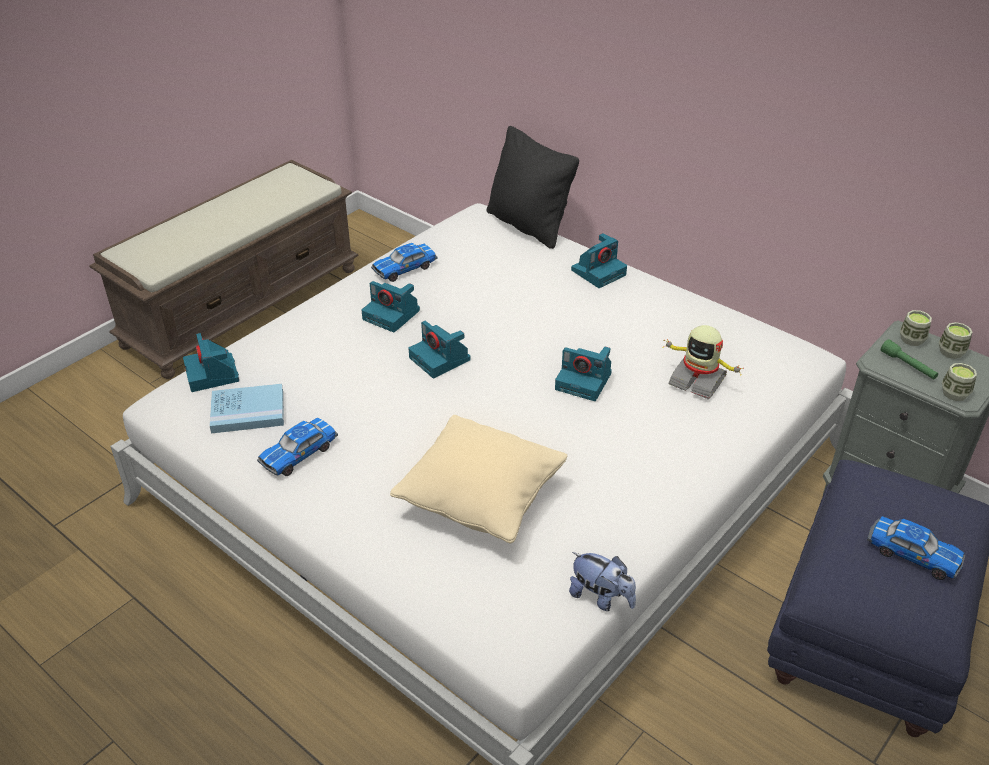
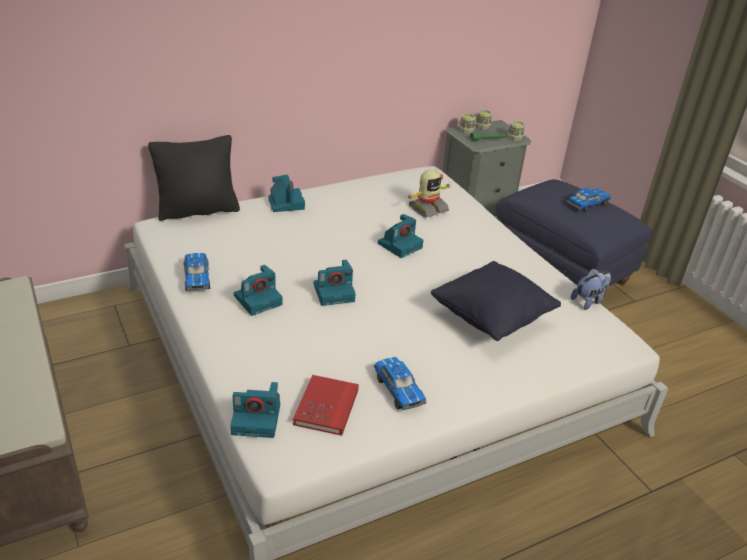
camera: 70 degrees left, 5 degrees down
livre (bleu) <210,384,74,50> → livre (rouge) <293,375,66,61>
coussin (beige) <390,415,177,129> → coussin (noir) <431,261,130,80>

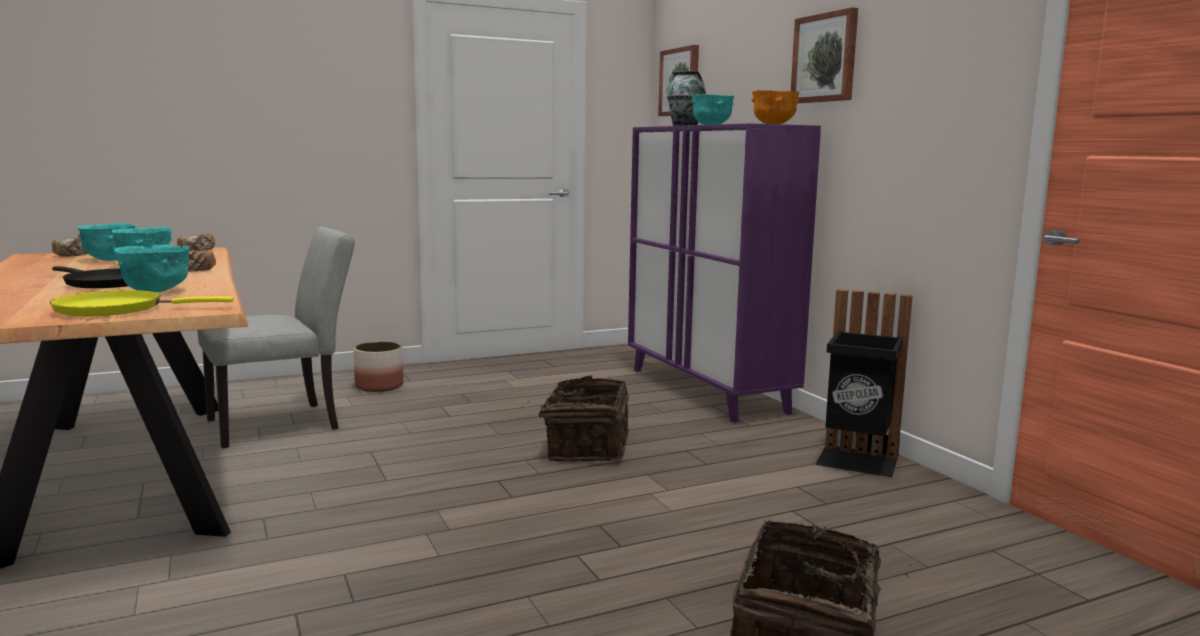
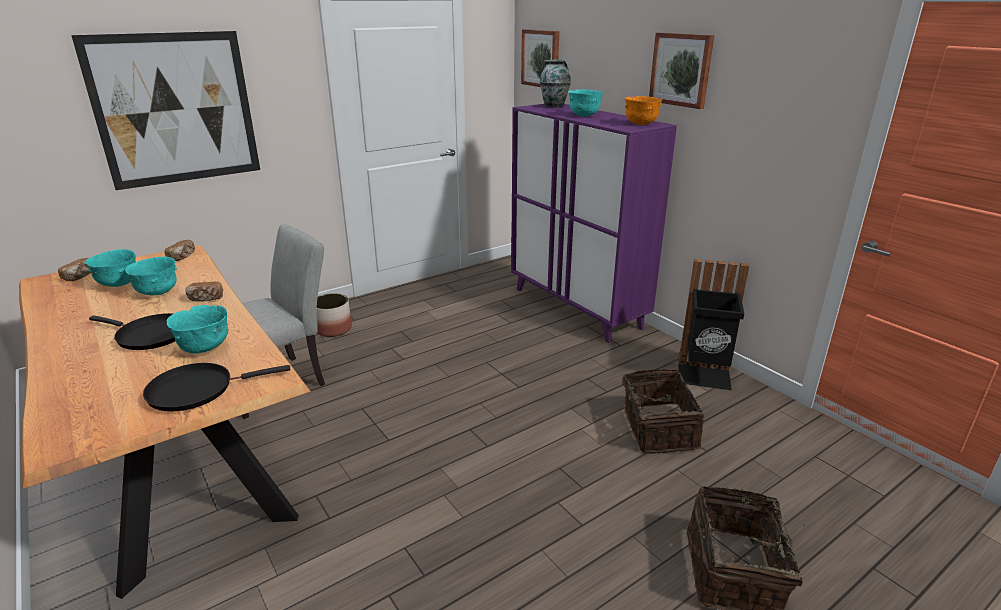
camera: 10 degrees left, 15 degrees up
- → tableau <71,31,189,159>
panier <522,375,107,87> → panier <620,369,84,85>, relocated
poêle (jaune) <50,290,184,26> → poêle (noir) <143,363,147,49>

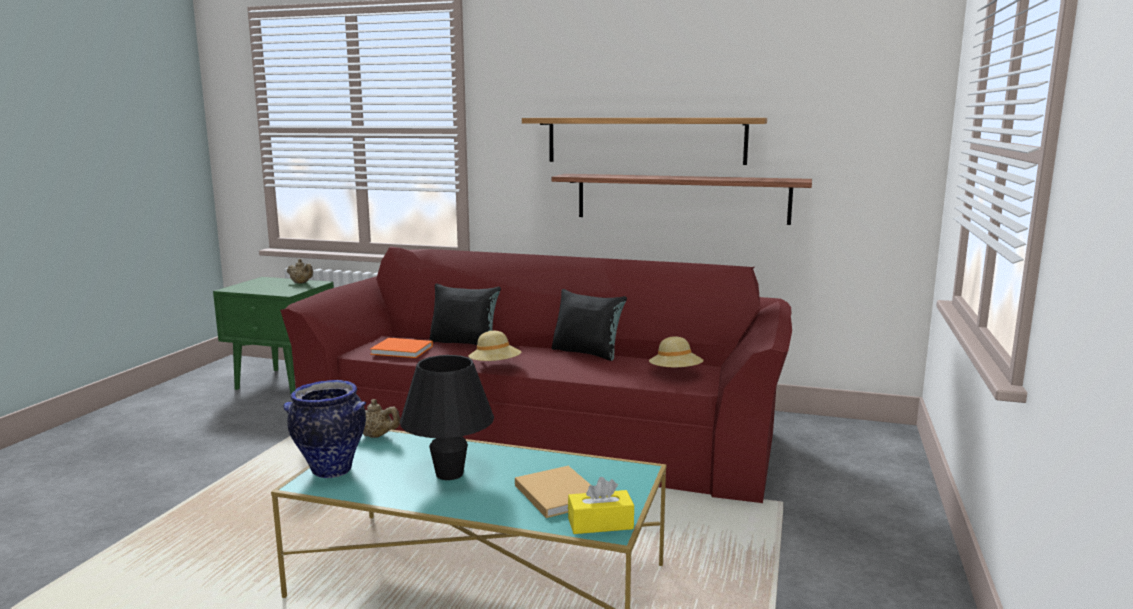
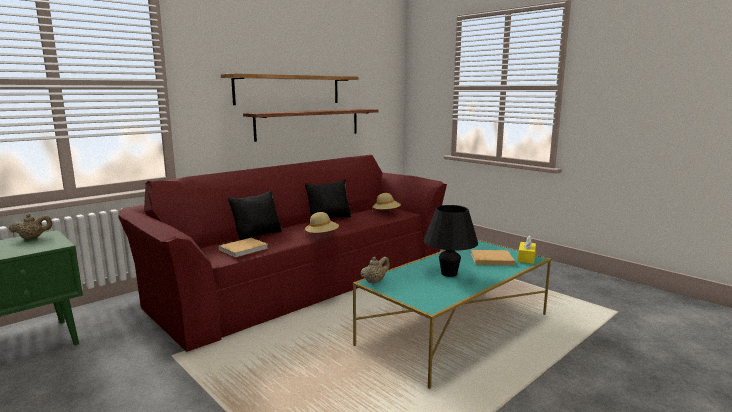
camera: 60 degrees left, 0 degrees up
vase <284,380,82,98> → -
livre (orange) <370,338,63,20> → livre (beige) <218,238,50,20>

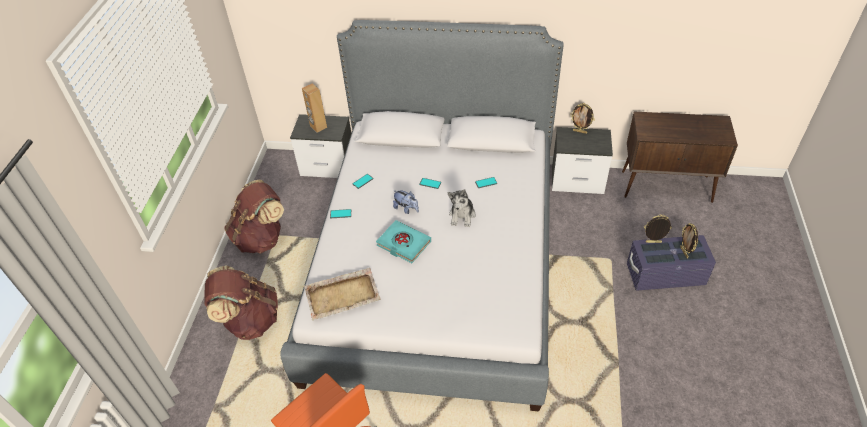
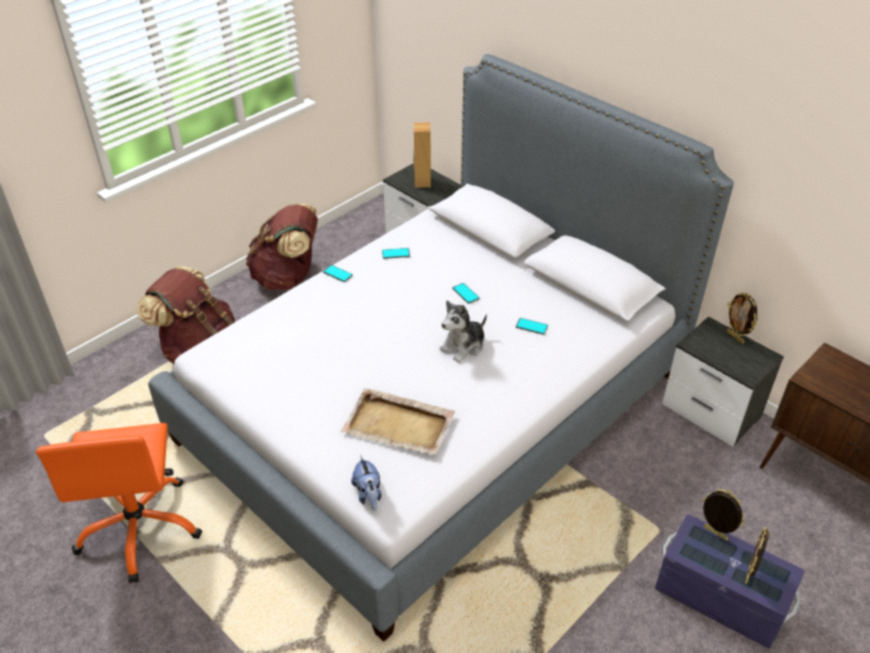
camera: 35 degrees right, 5 degrees down
livre (turquoise) <376,220,55,43> → -
plateau (beige) <304,268,77,53> → plateau (beige) <341,388,114,67>, relocated
peluche <393,190,26,24> → peluche <351,456,31,55>, relocated

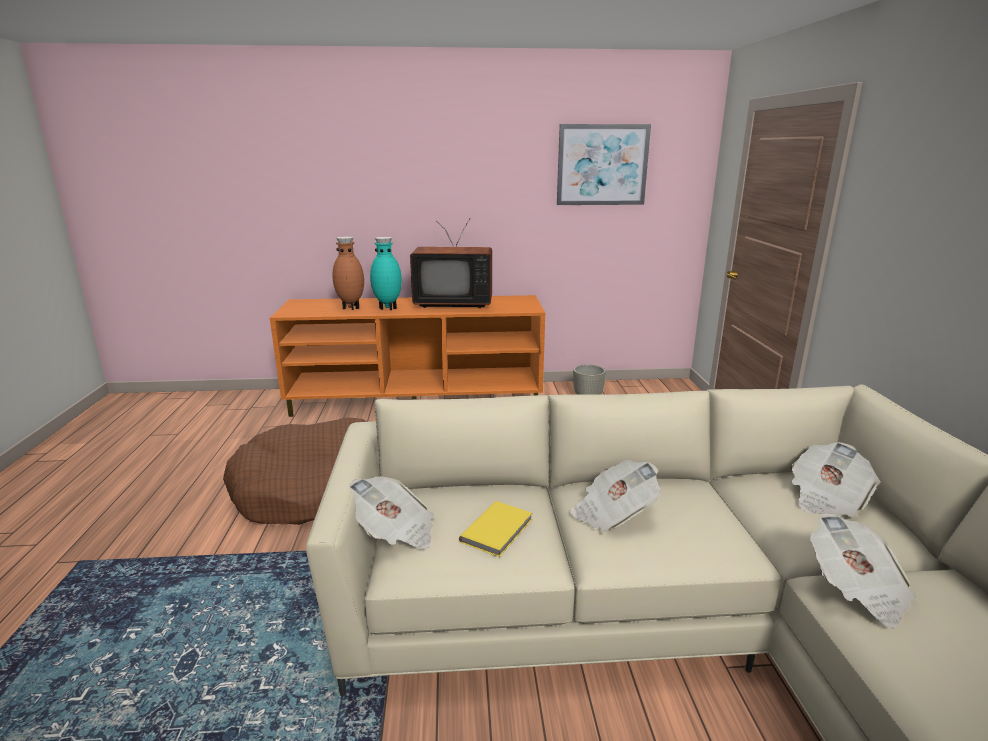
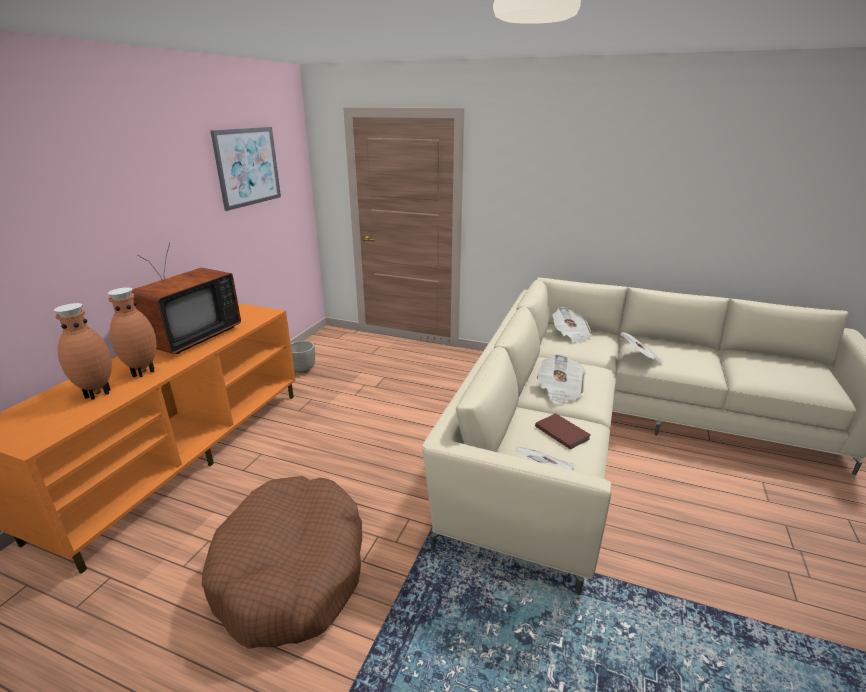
camera: 65 degrees left, 5 degrees up
vase (turquoise) <370,237,32,73> → vase (marron) <107,287,50,90>
livre (jaune) <459,501,73,56> → livre (marron) <535,413,56,37>

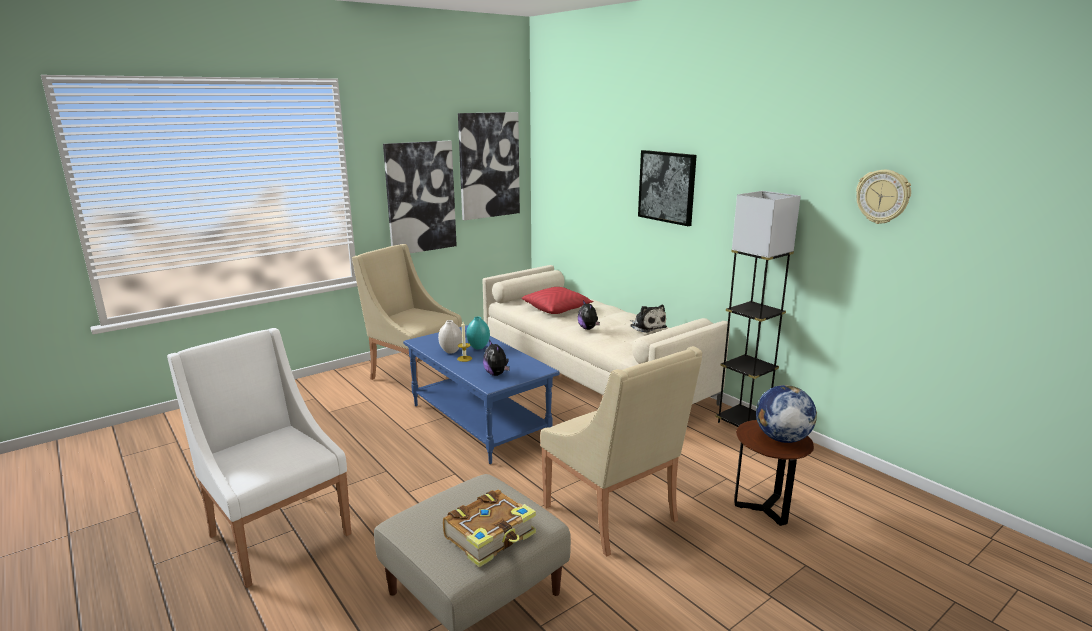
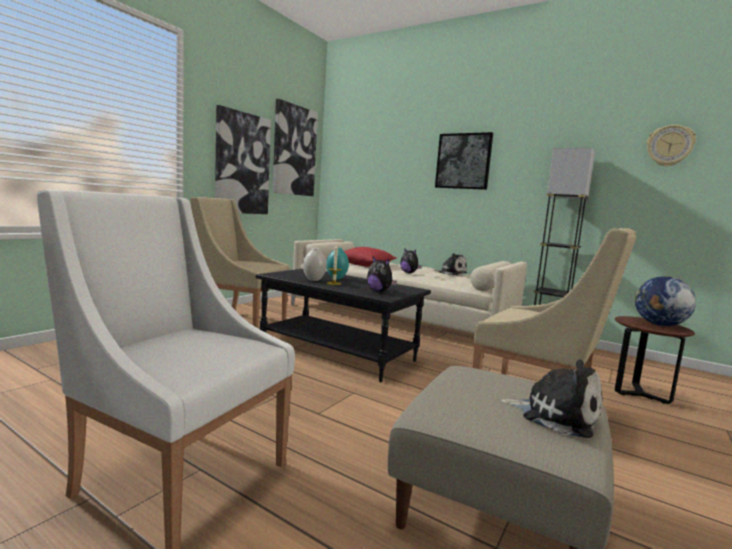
camera: 20 degrees left, 10 degrees down
livre <443,489,93,78> → peluche <499,360,104,78>
table basse (bleu) <403,325,157,139> → table basse (noir) <256,269,175,113>

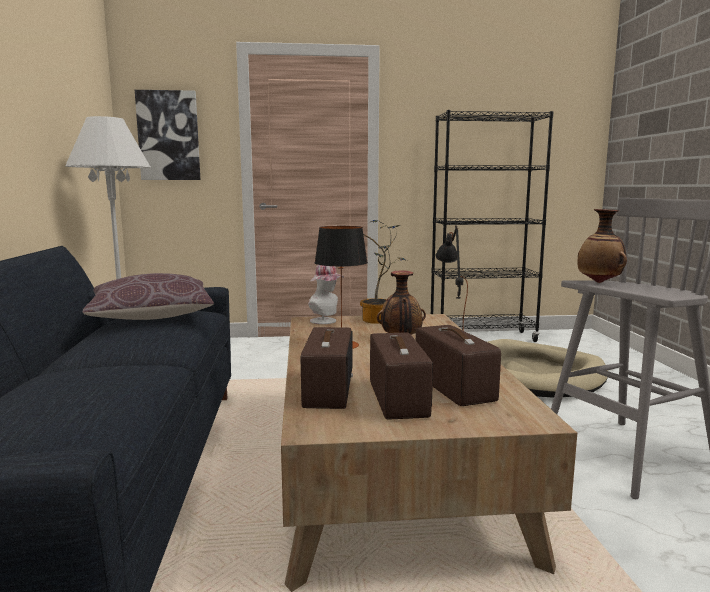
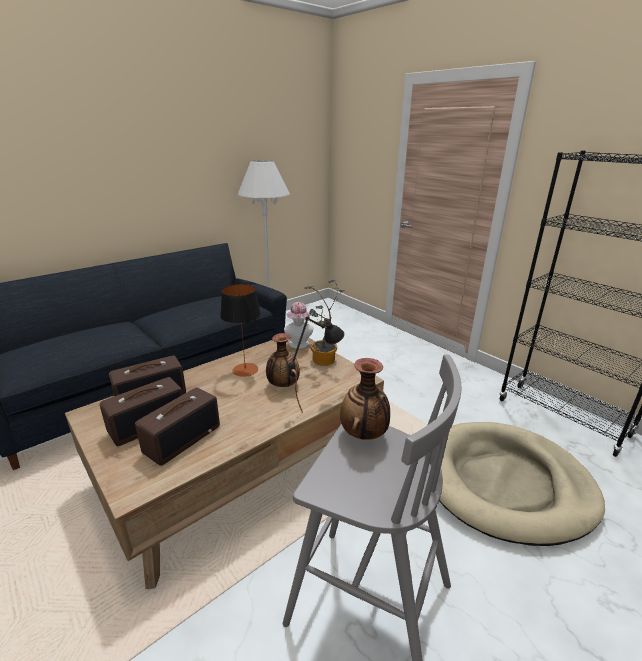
camera: 55 degrees right, 15 degrees up
coussin (marron) <83,273,131,47> → -
tableau <135,90,65,90> → -

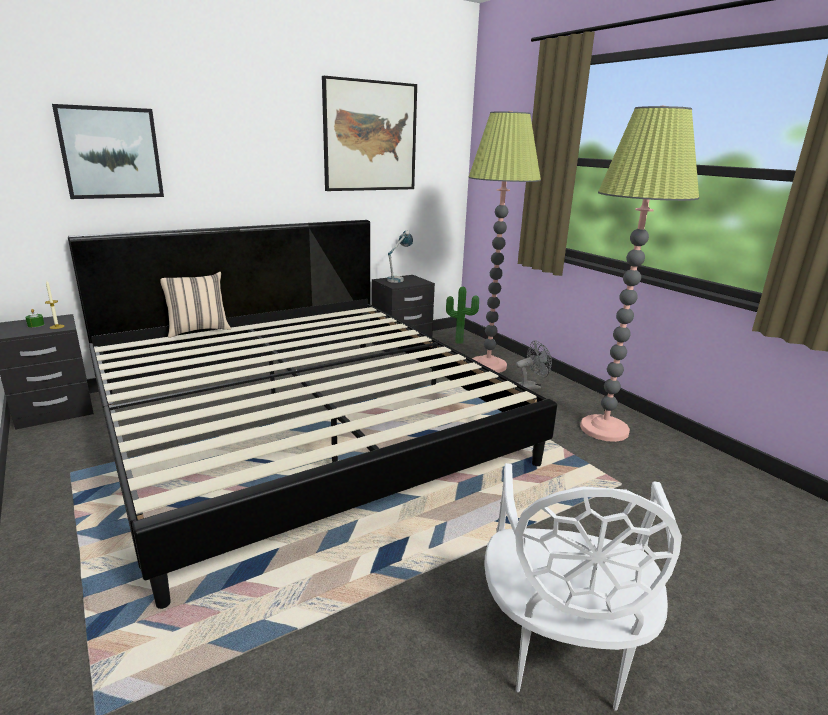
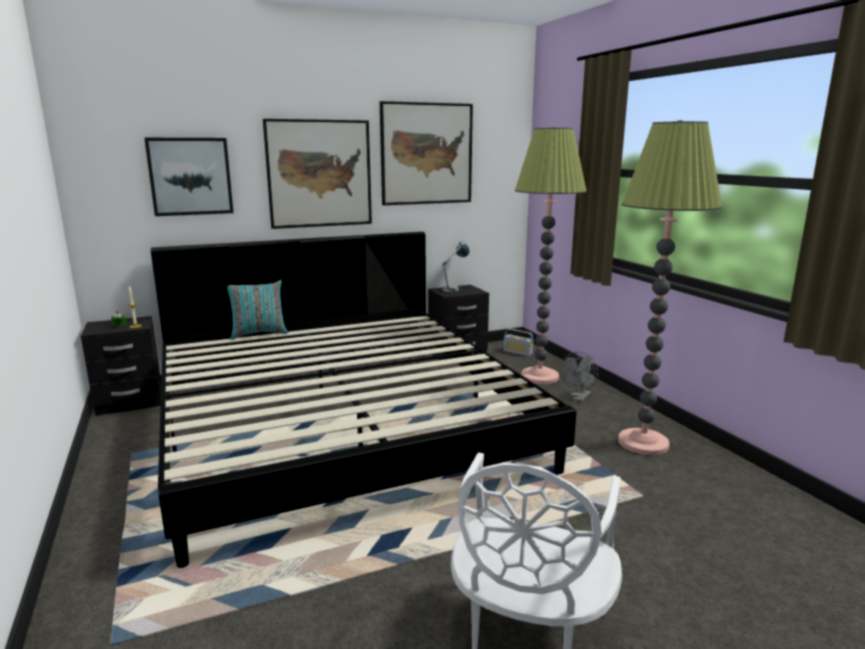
camera: 10 degrees right, 5 degrees down
- → tableau <263,119,109,110>
plante en pot <446,287,33,57> → radio <503,328,30,28>
coussin (beige) <160,272,71,66> → coussin (turquoise) <227,280,61,59>
ventilateur (gris) <516,340,36,50> → ventilateur (gris) <560,352,38,50>, 135 degrees clockwise

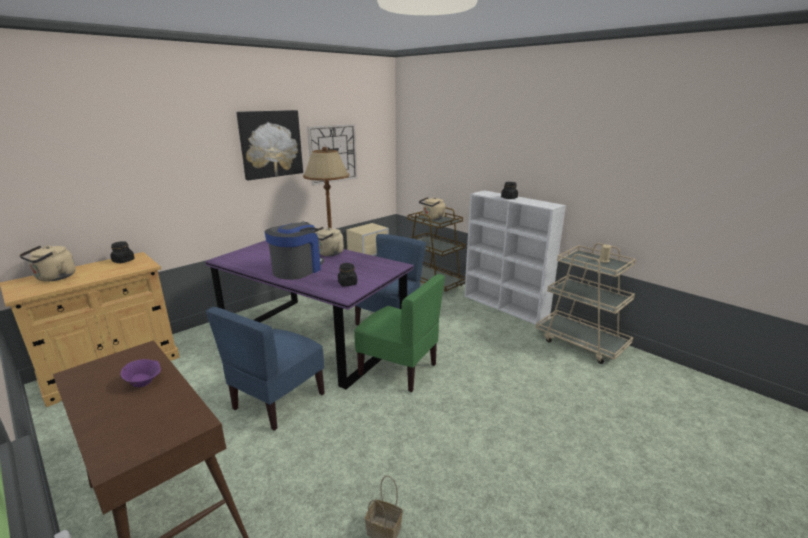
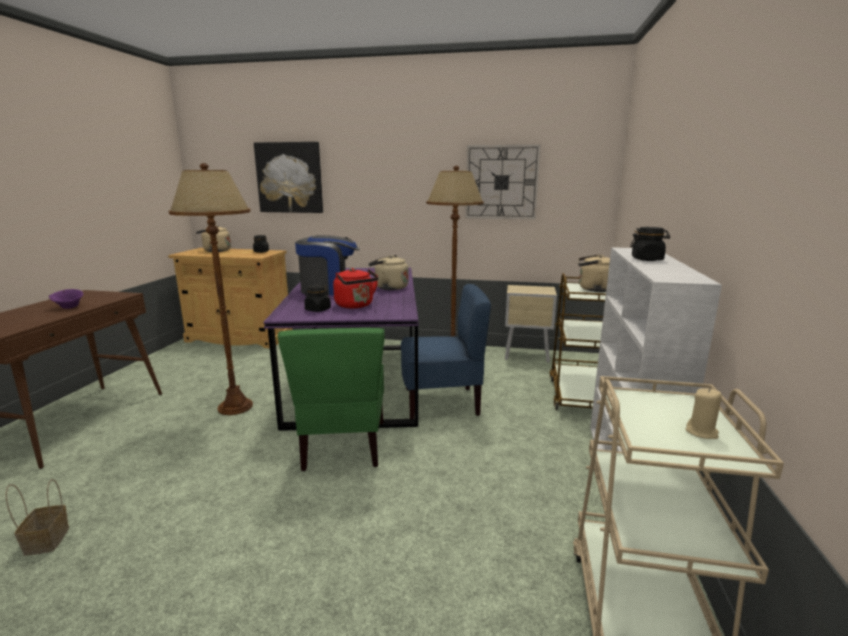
camera: 55 degrees right, 5 degrees down
- → bouilloire (rouge) <333,268,45,40>
tableau <236,110,67,70> → tableau <254,142,69,71>, relocated
chaise (bleu) <206,307,119,124> → lampadaire (marron) <169,163,84,252>

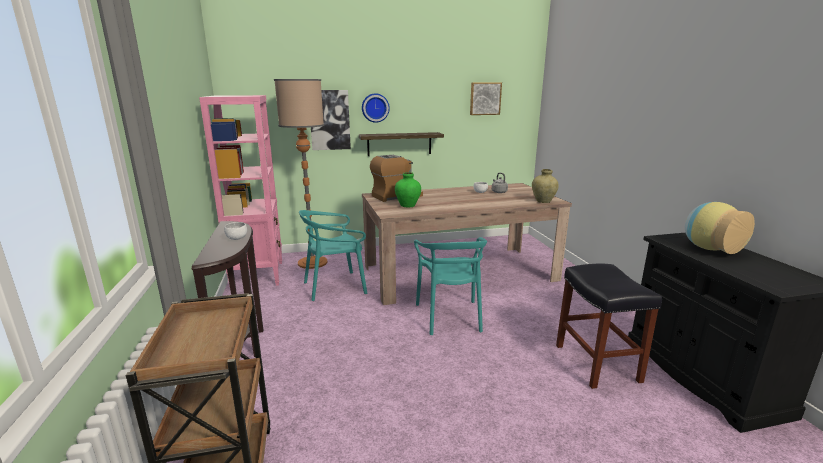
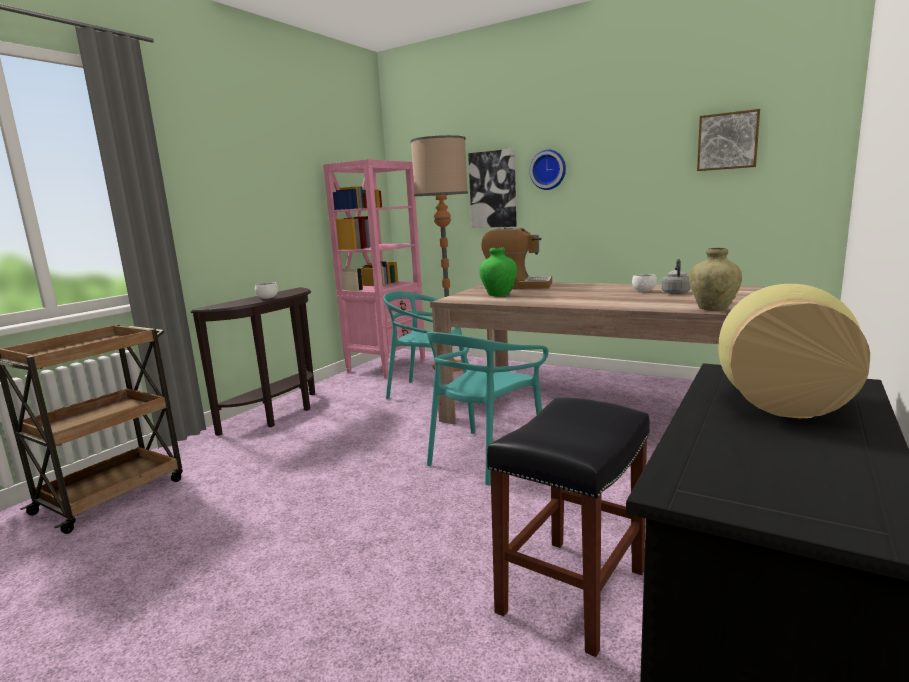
camera: 45 degrees right, 5 degrees down
étagère <359,132,85,24> → -

